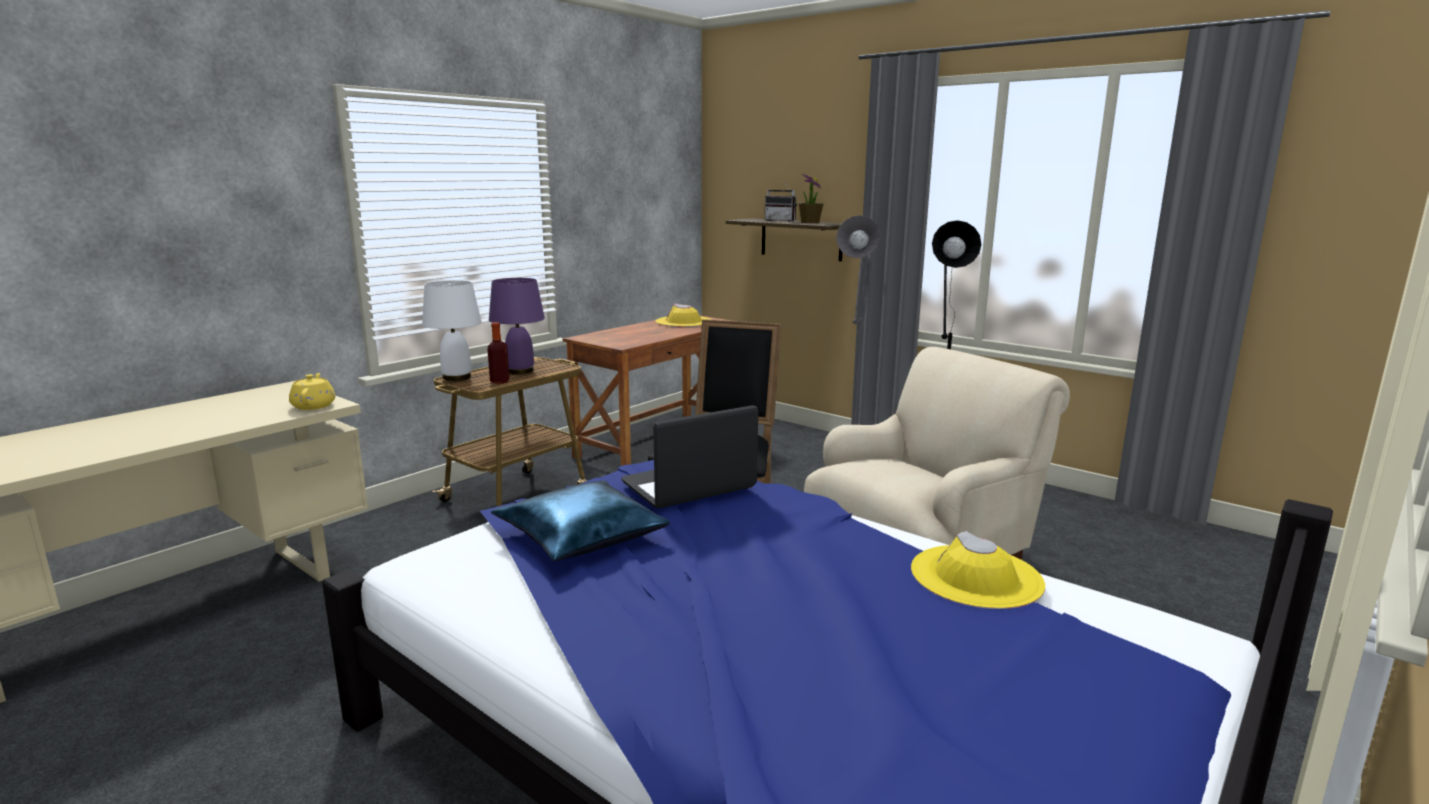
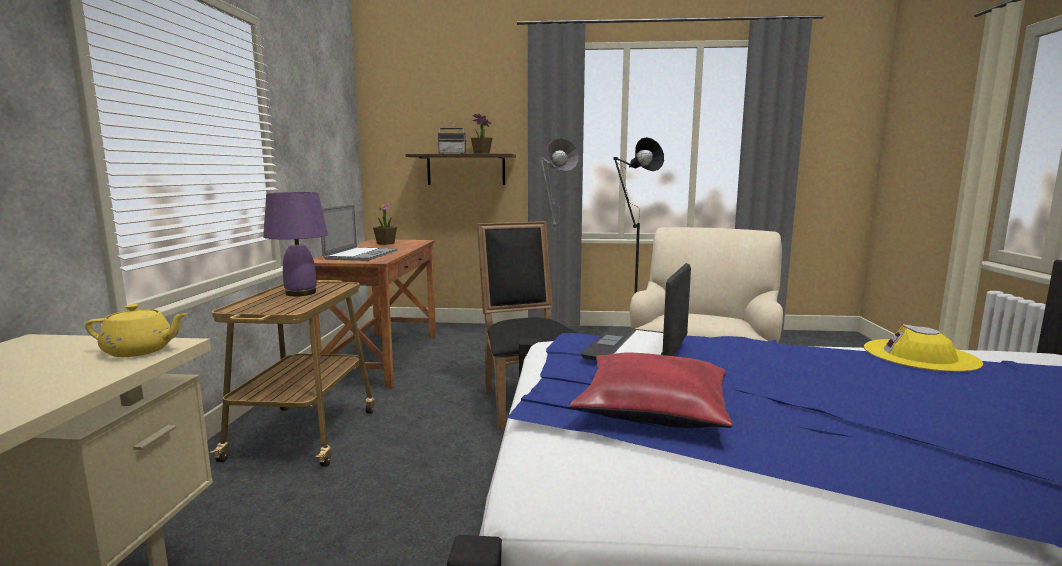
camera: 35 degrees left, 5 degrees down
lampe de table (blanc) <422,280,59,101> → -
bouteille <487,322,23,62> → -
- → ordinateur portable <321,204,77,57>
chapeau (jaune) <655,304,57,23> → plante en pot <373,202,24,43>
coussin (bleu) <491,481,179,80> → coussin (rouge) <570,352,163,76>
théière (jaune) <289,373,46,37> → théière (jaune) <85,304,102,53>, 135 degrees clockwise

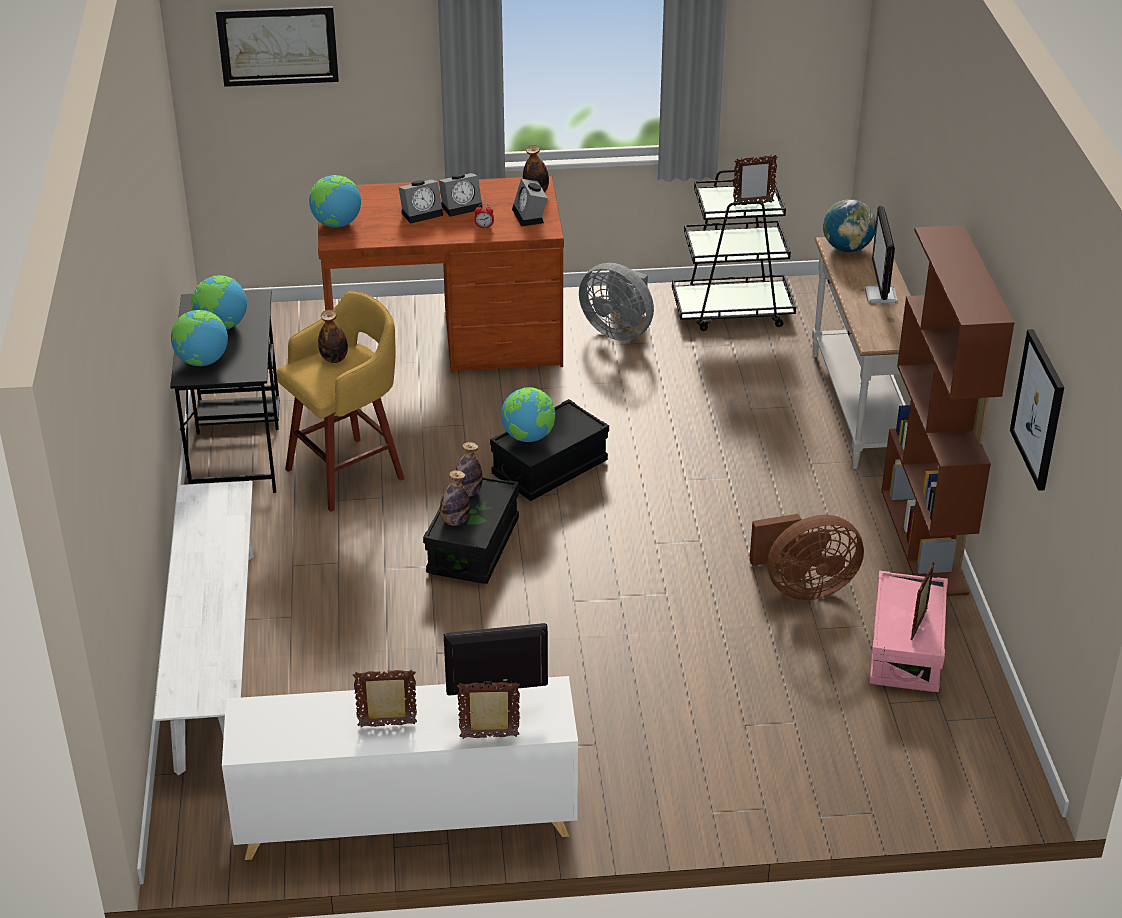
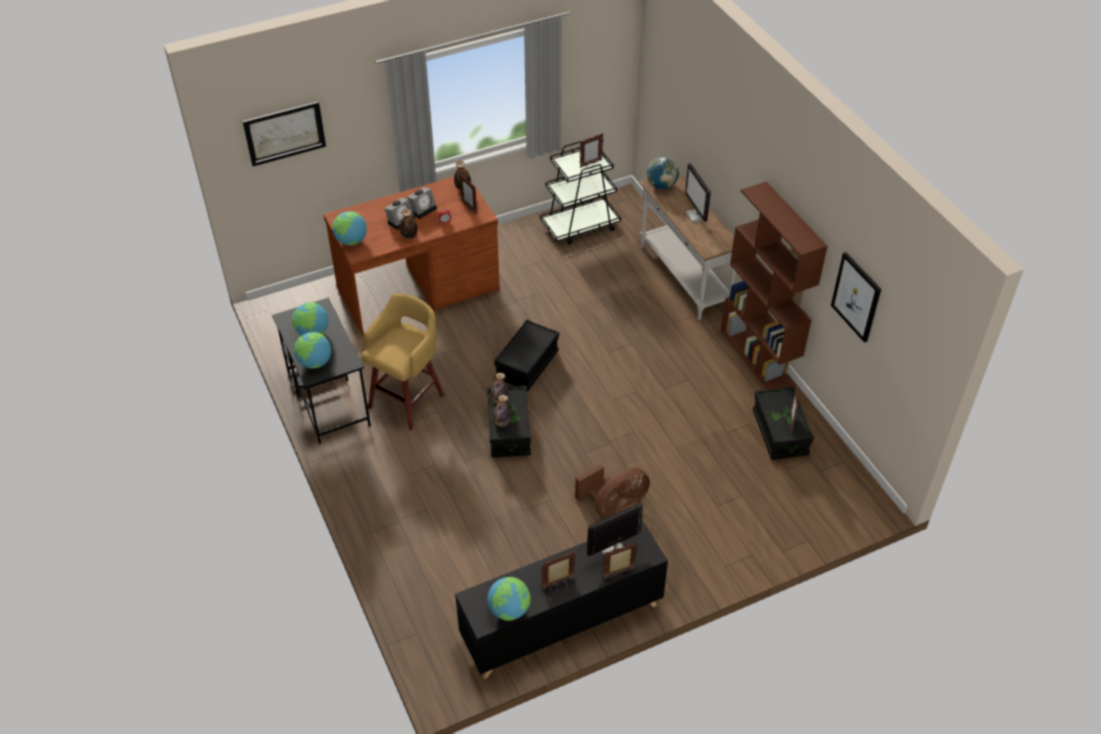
camera: 20 degrees left, 10 degrees up
banc (blanc) <154,481,100,294> → -
ventilateur (gris) <579,263,75,78> → -
bouteille <318,310,30,53> → bouteille <400,209,17,30>, relocated
globe <501,387,54,55> → globe <488,577,42,44>, relocated
ventilateur (marron) <750,514,114,86> → ventilateur (marron) <575,464,75,55>, relocated
réveil <512,179,36,48> → cadre photo <459,174,18,40>
meuble de rangement (blanc) <222,676,356,184> → meuble de rangement (noir) <455,521,213,158>
boîte de rangement (rose) <869,571,79,121> → boîte de rangement (noir) <753,386,61,74>

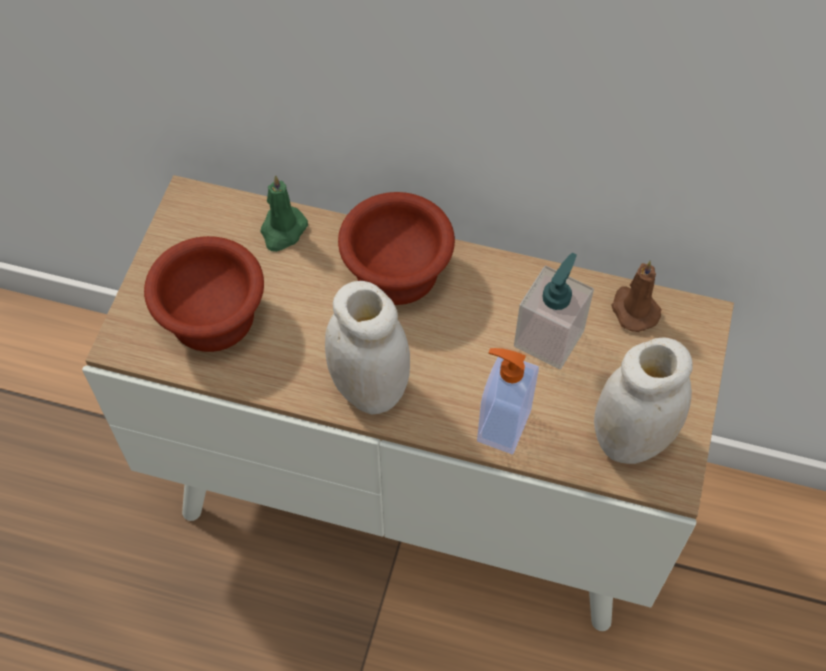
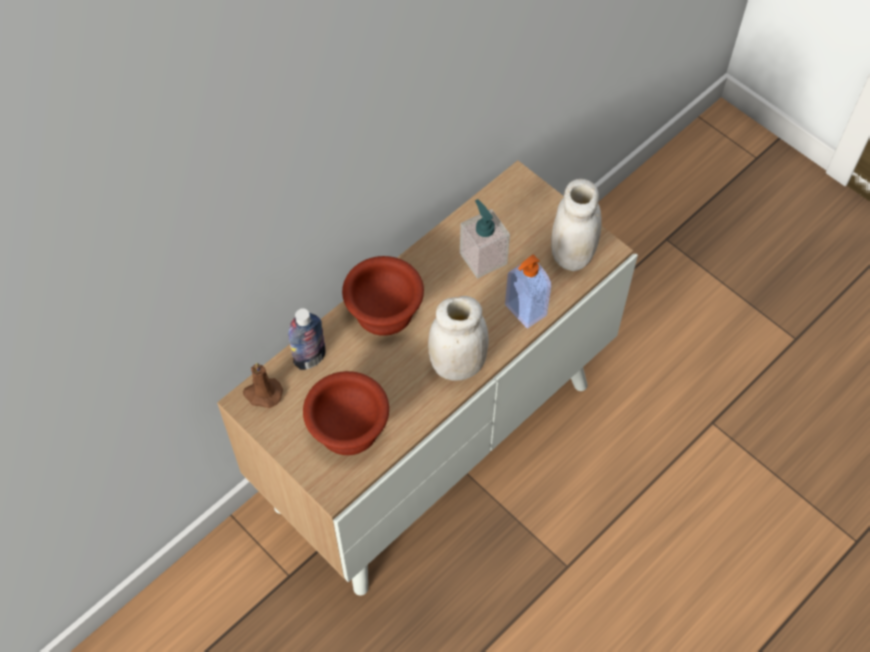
camera: 60 degrees left, 0 degrees up
bougie (marron) <612,261,50,71> → bougie (marron) <243,362,40,46>, relocated
bougie (vert) <260,175,48,77> → bouteille <289,308,36,62>

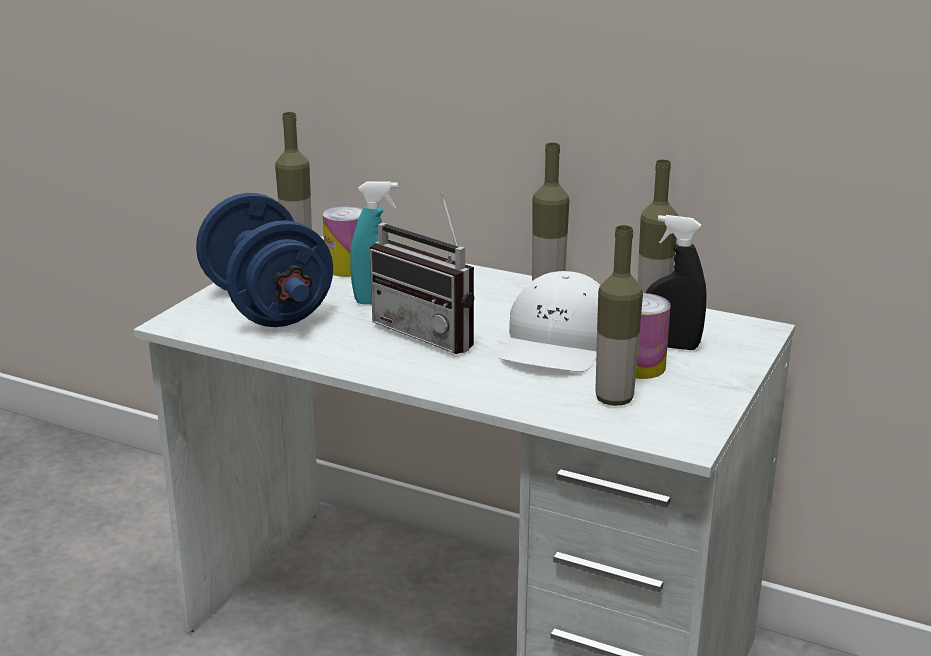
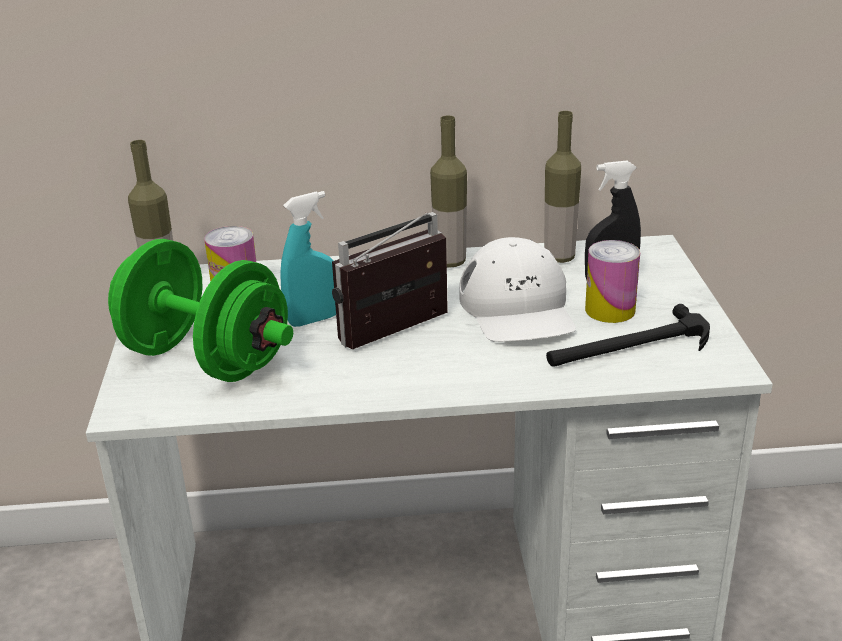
camera: 30 degrees left, 5 degrees up
bouteille <595,225,48,181> → marteau <546,304,164,63>
haltère (bleu) <196,193,137,134> → haltère (vert) <108,239,185,143>
radio <370,193,104,161> → radio <332,212,116,137>, 135 degrees clockwise

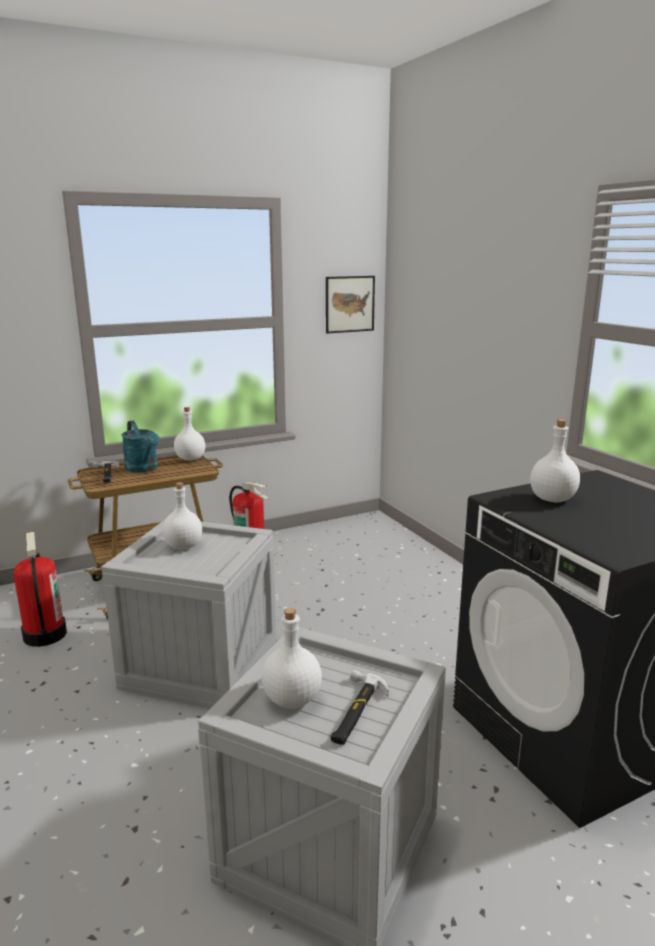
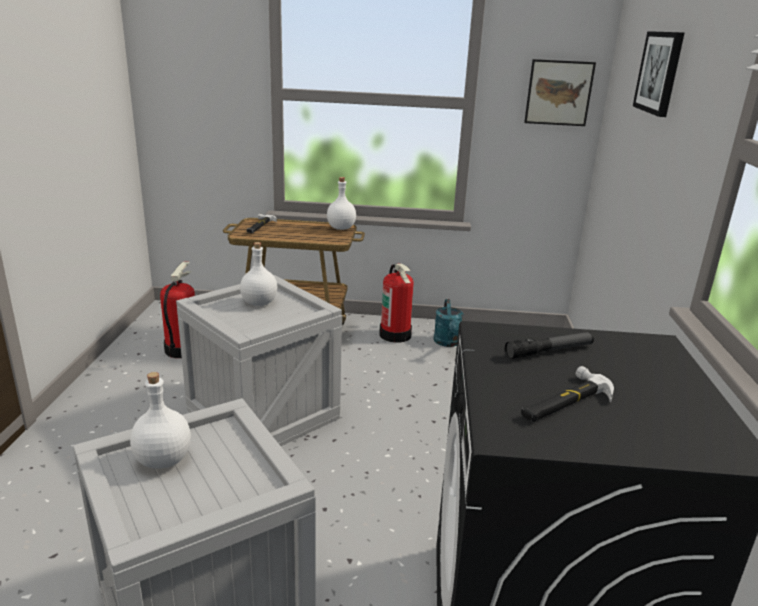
camera: 30 degrees right, 5 degrees up
- → tableau <633,31,51,86>
arrosoir (turquoise) <121,421,39,52> → arrosoir (turquoise) <434,299,30,48>, relocated
marteau <331,670,58,75> → marteau <521,366,93,56>, relocated
bouteille (blanc) <530,419,50,84> → lampe de poche <505,332,89,27>

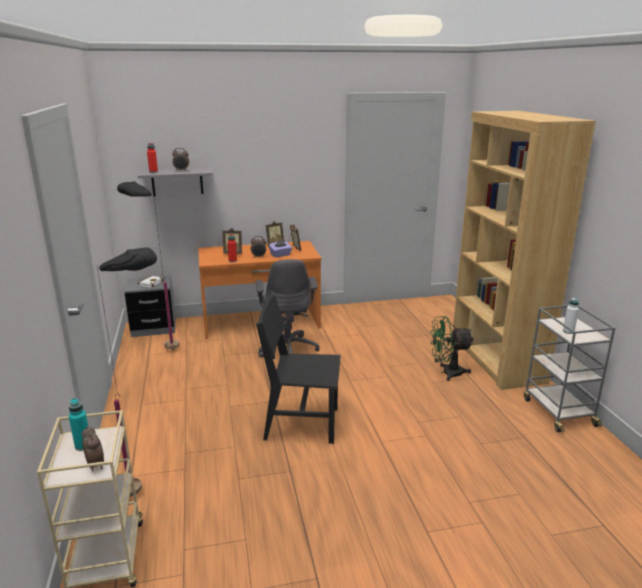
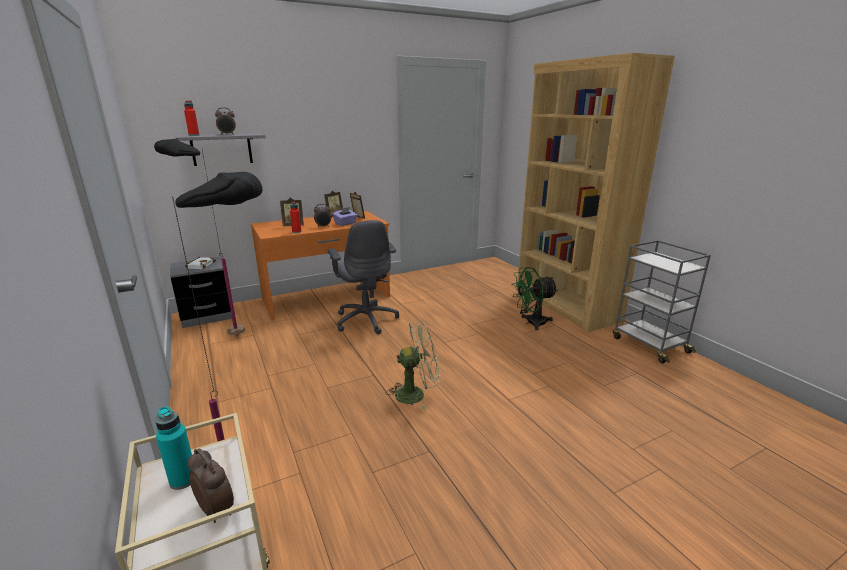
camera: 15 degrees left, 0 degrees up
bouteille (blanc) <563,297,16,37> → -
chaise (noir) <256,295,84,149> → ventilateur (vert) <386,321,53,89>

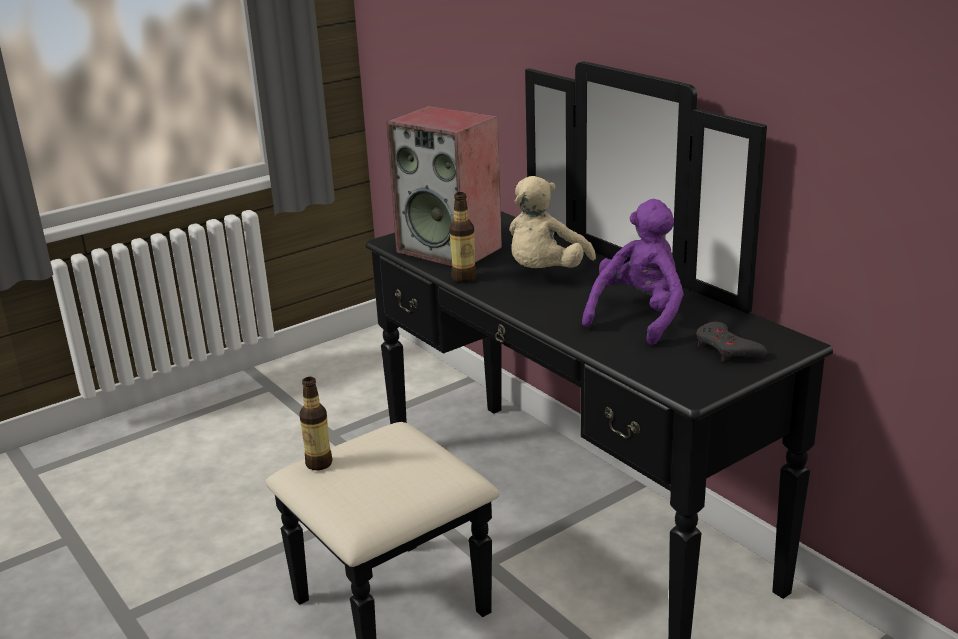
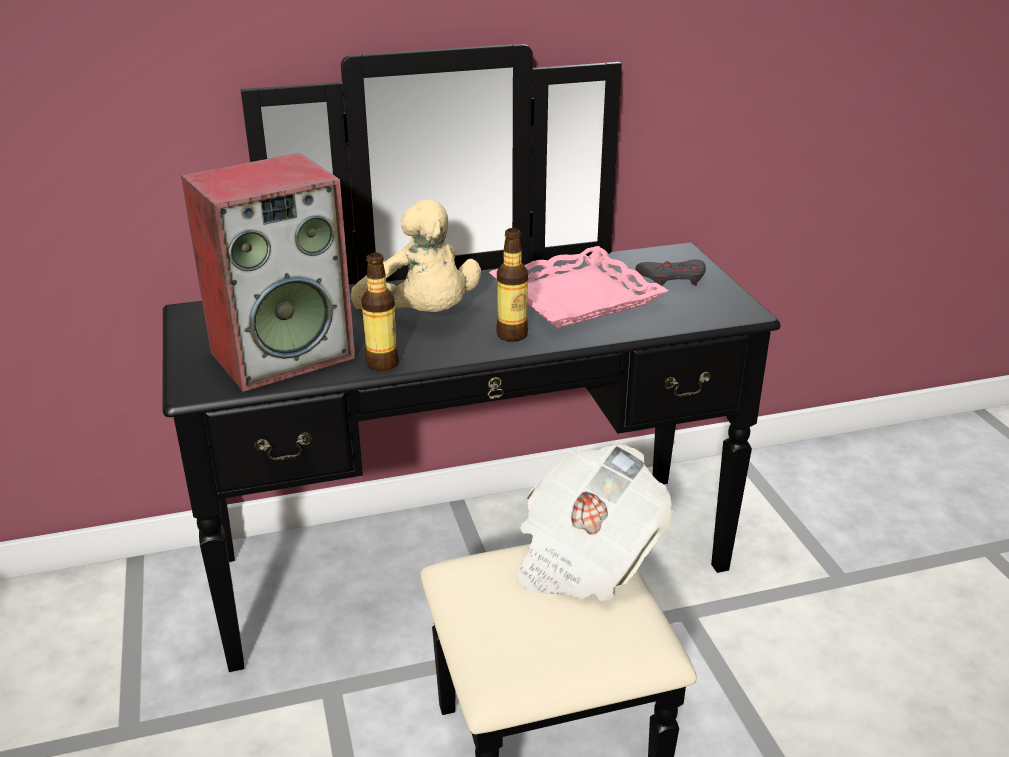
camera: 70 degrees left, 5 degrees up
- → journal <517,444,155,157>
bouteille <299,377,34,93> → bouteille <496,228,32,114>, relocated
peluche (violet) <582,199,102,146> → plateau (rose) <489,246,179,82>

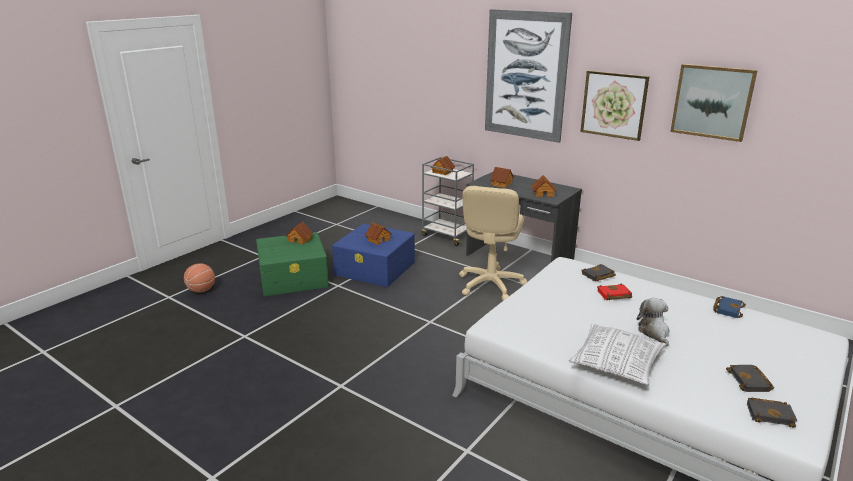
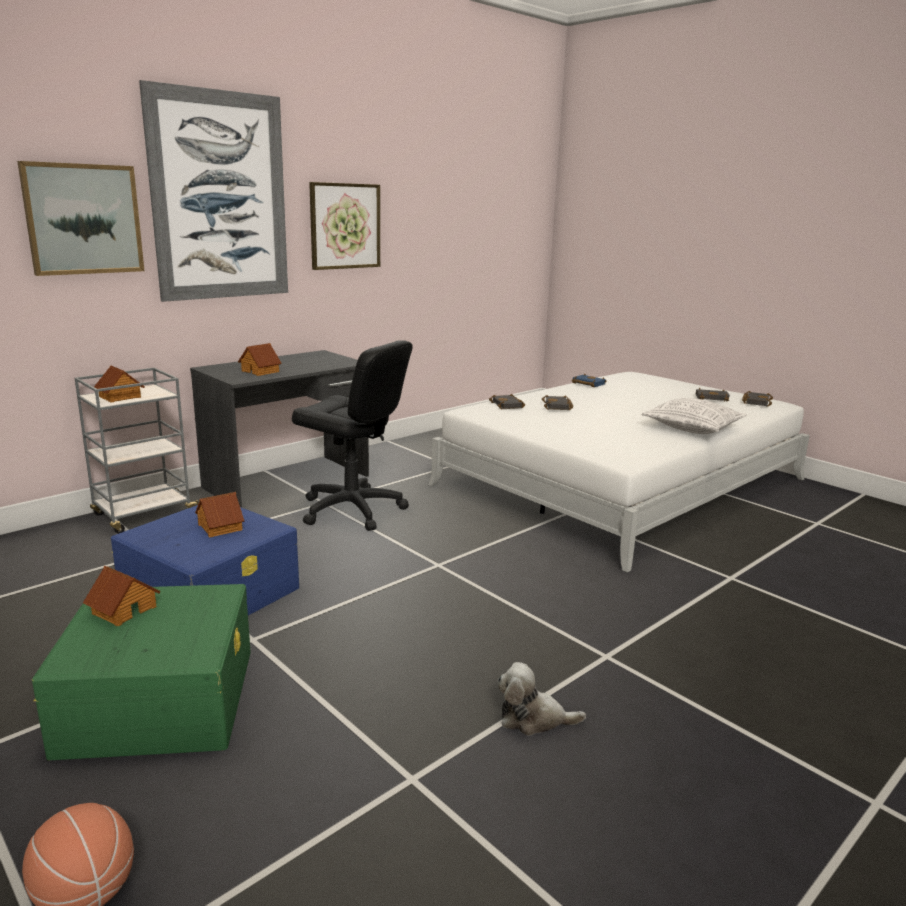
camera: 80 degrees left, 5 degrees down
maison miniature <531,175,26,22> → -
peluche <637,298,33,49> → peluche <497,662,89,74>, relocated
tableau <670,64,88,78> → tableau <17,161,127,115>, relocated
chaise de bureau (beige) <459,186,69,115> → chaise de bureau (noir) <292,340,121,191>
livre (rouge) <597,283,35,17> → livre (noir) <542,395,31,15>

